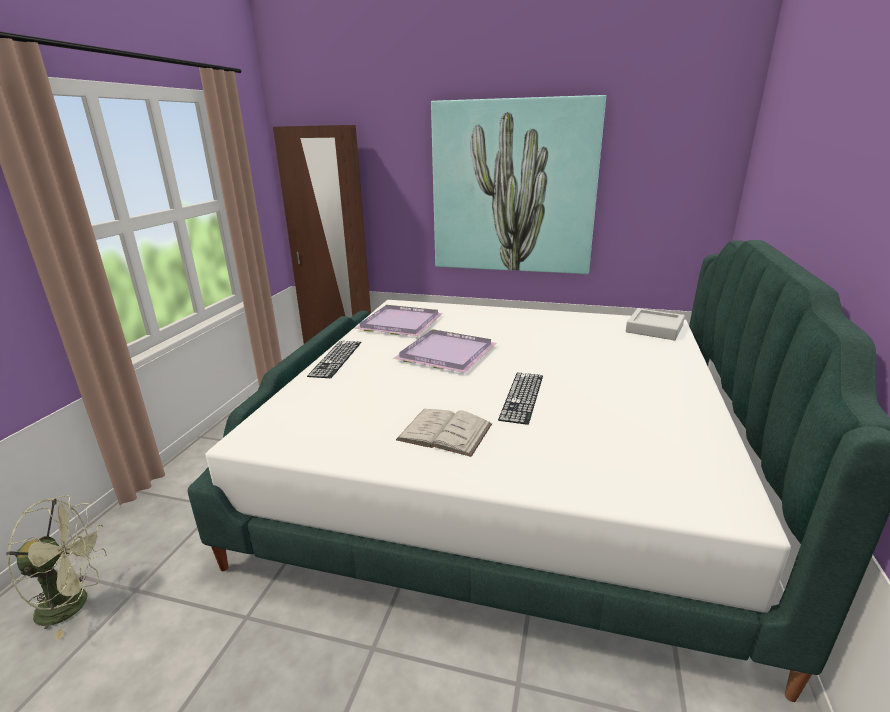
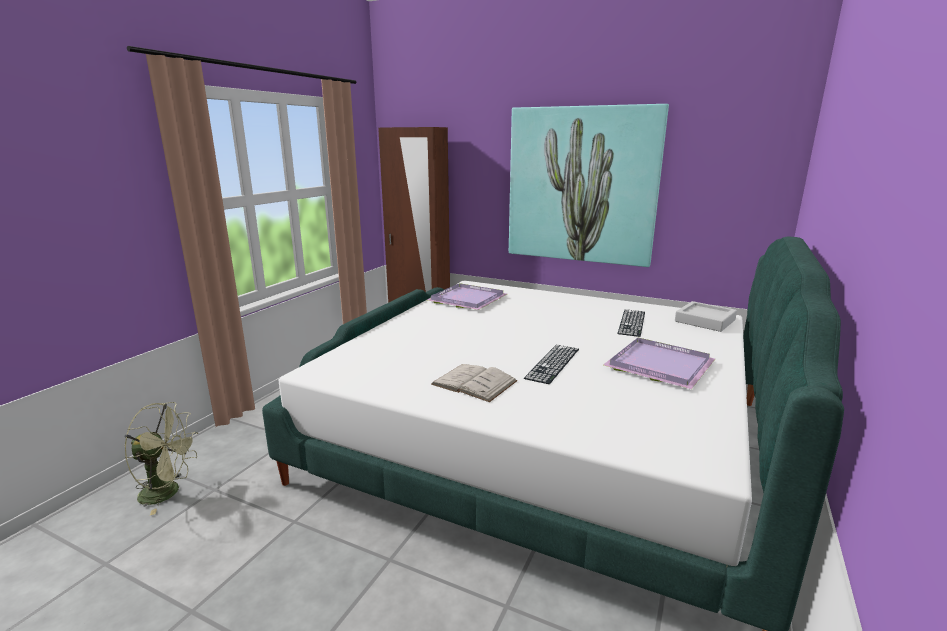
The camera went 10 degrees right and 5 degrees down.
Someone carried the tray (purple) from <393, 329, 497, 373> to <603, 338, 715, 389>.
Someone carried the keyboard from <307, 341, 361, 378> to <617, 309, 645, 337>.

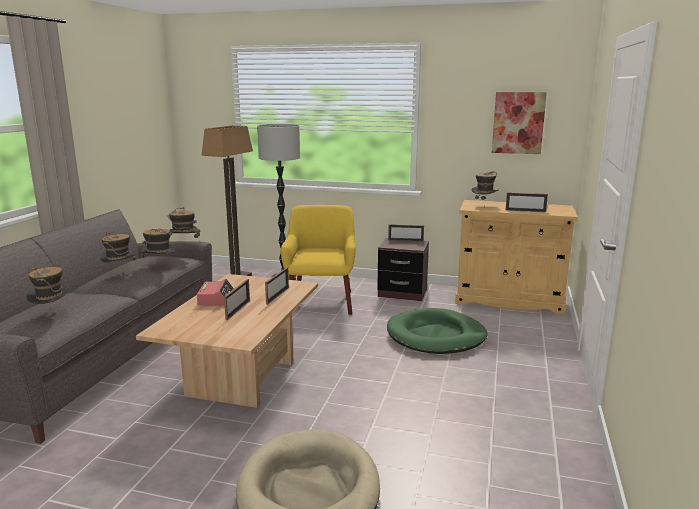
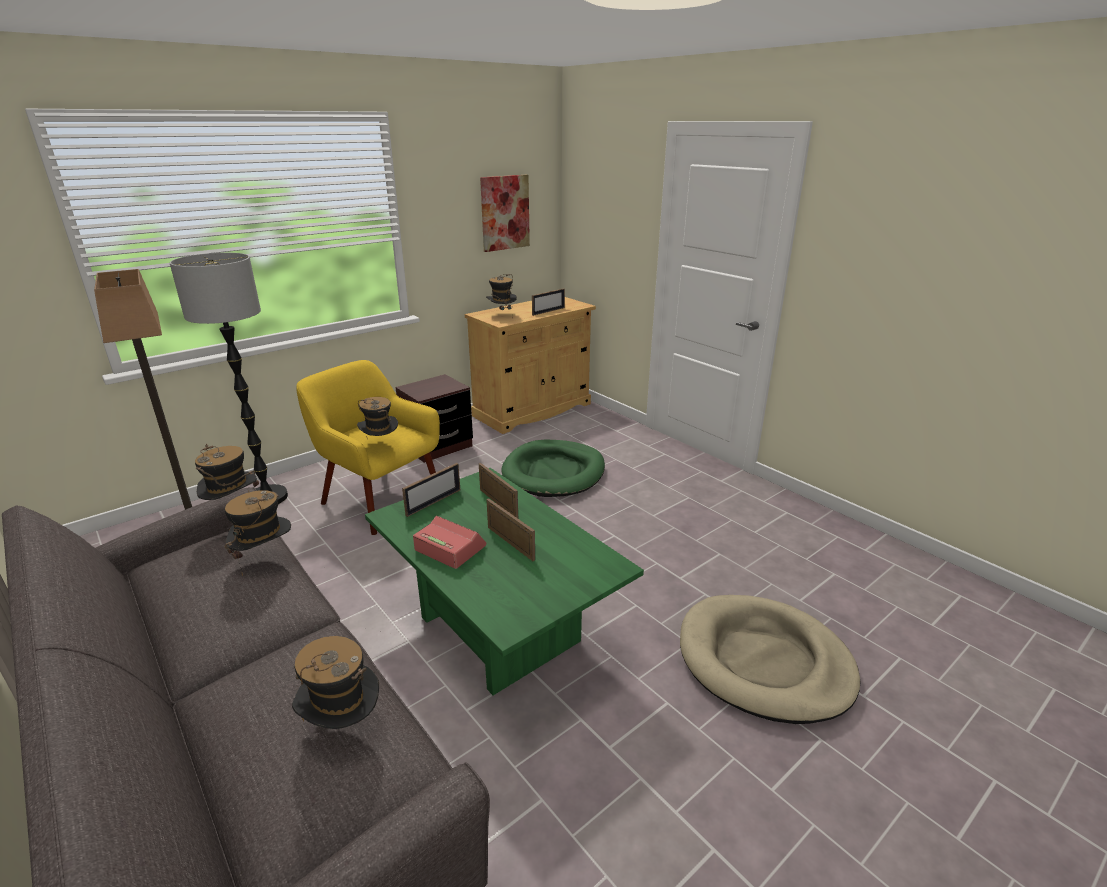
The camera went 55 degrees left and 10 degrees up.
Someone carried the picture frame from <388, 224, 424, 242> to <402, 463, 460, 517>.
Someone carried the hat from <100, 232, 136, 268> to <357, 397, 398, 440>.
Someone repainted the coffee table (beige) at <136, 274, 318, 408>, which became the coffee table (green) at <365, 468, 644, 695>.

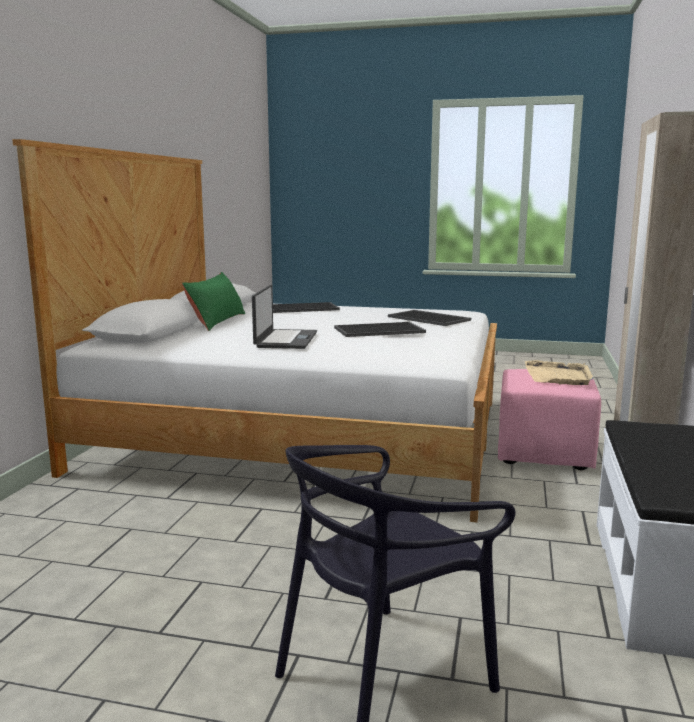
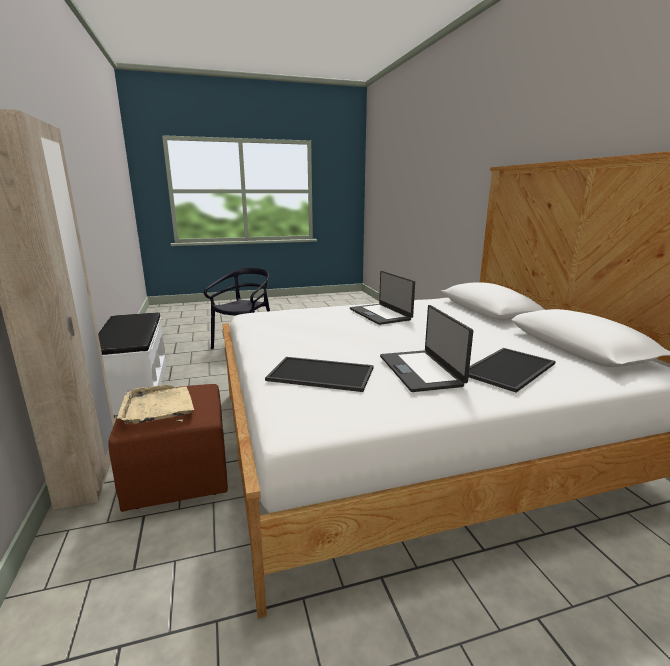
The camera went 150 degrees right and 5 degrees up.
Someone took away the pillow (green) at <182, 272, 245, 331>.
Someone took away the tray at <334, 322, 426, 337>.
Someone repainted the ottoman (pink) at <498, 369, 601, 470>, which became the ottoman (brown) at <108, 384, 228, 512>.
Someone put down the laptop at <380, 305, 473, 392>.

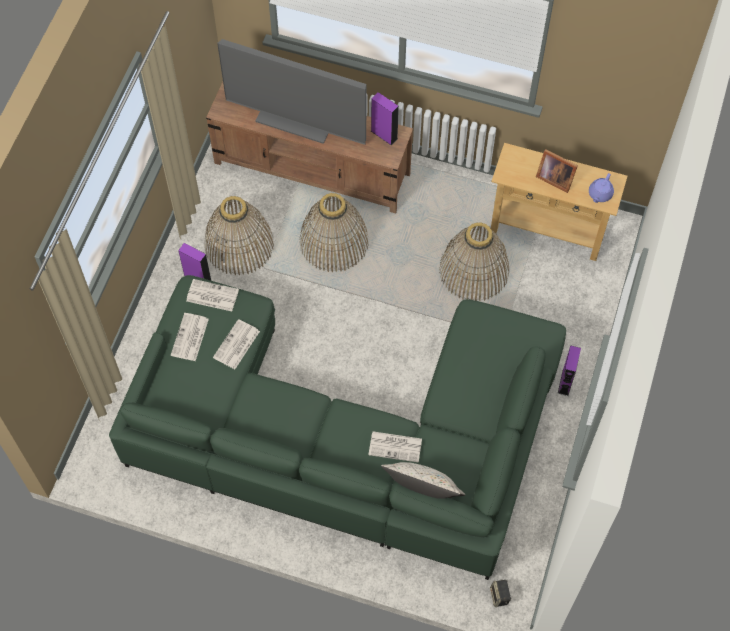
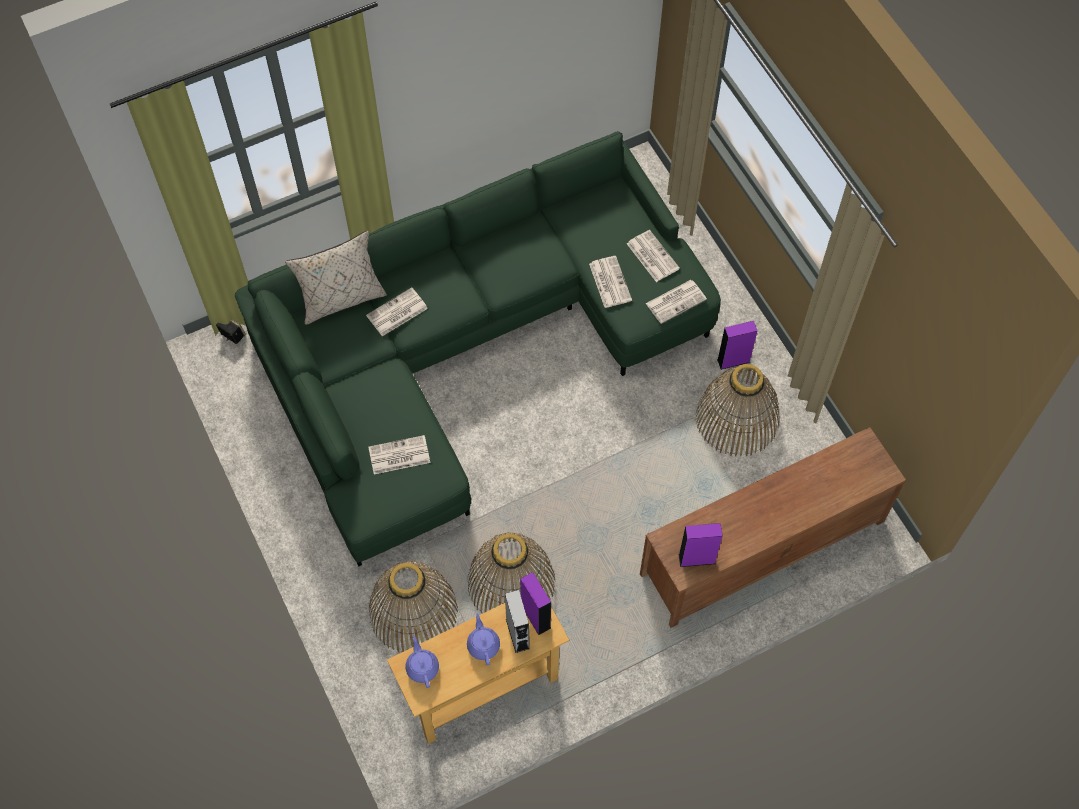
The camera went 135 degrees right and 0 degrees up.
Someone took away the television at <217, 39, 366, 145>.
Someone swapped the picture frame at <536, 149, 578, 193> for the teapot (purple) at <467, 613, 500, 666>.
Someone carried the basket from <299, 193, 368, 272> to <369, 561, 458, 652>.
Someone carried the speaker (purple) from <558, 345, 581, 396> to <520, 572, 551, 635>.
Someone put down the newspaper at <369, 435, 430, 474>.
Someone put down the speaker (grey) at <505, 590, 530, 653>.

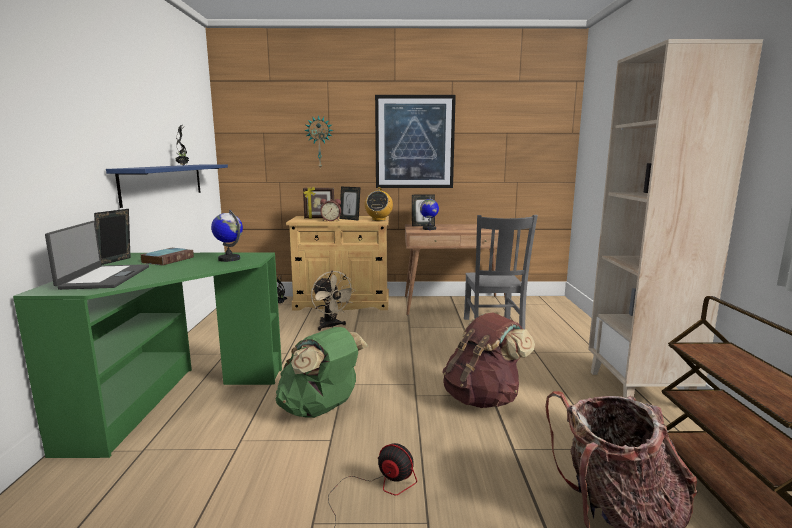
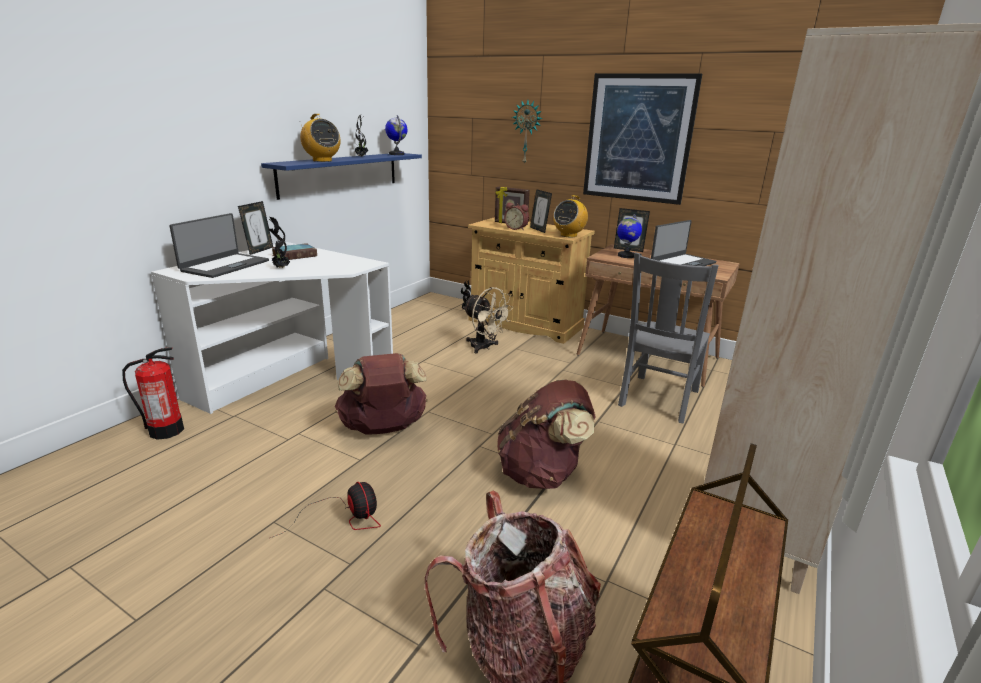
The camera went 30 degrees right and 10 degrees up.
Someone rotated the picture frame at <94, 209, 131, 265> by 150 degrees clockwise.
Someone carried the globe from <211, 210, 243, 262> to <385, 115, 407, 155>.
Someone repainted the desk (green) at <13, 253, 282, 458>, which became the desk (white) at <151, 242, 393, 414>.
Someone rotated the fan (beige) at <311, 271, 356, 331> by 45 degrees counterclockwise.
Someone repainted the backpack (green) at <275, 327, 368, 418>, which became the backpack (brown) at <335, 353, 427, 435>.
Someone put down the radio at <300, 114, 340, 162>.
Someone put down the potted plant at <269, 217, 290, 268>.
Someone put down the laptop at <651, 220, 716, 266>.
Someone put down the fire extinguisher at <122, 347, 184, 440>.

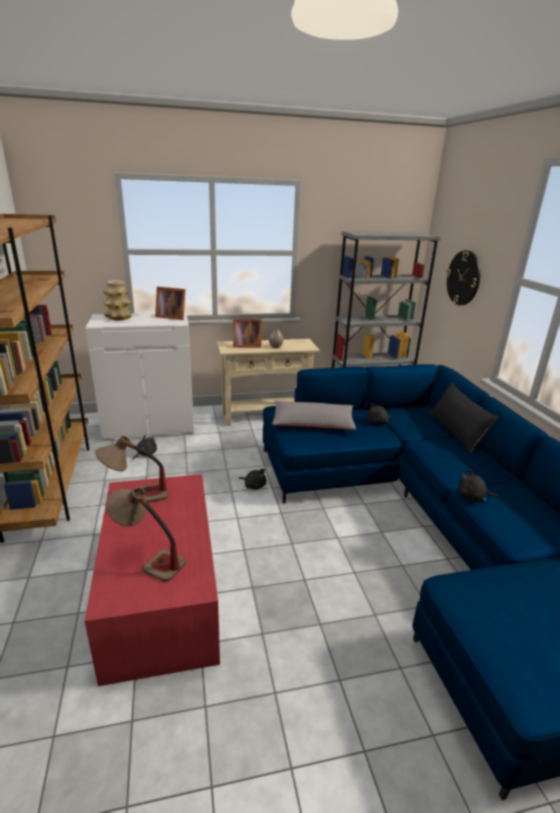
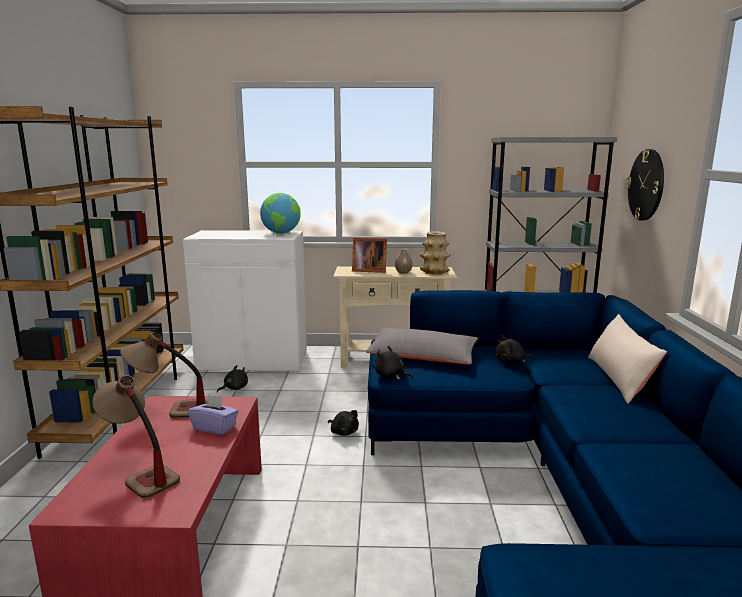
The camera went 15 degrees right and 10 degrees down.
Someone carried the vase from <103, 280, 132, 320> to <420, 231, 450, 275>.
Someone swapped the picture frame at <155, 286, 186, 320> for the globe at <260, 193, 301, 234>.
Someone repainted the pillow (black) at <429, 383, 498, 453>, which became the pillow (beige) at <588, 314, 667, 404>.
Someone carried the plush toy (black) from <458, 469, 499, 501> to <374, 346, 414, 380>.
Someone put down the tissue box (purple) at <188, 395, 239, 435>.

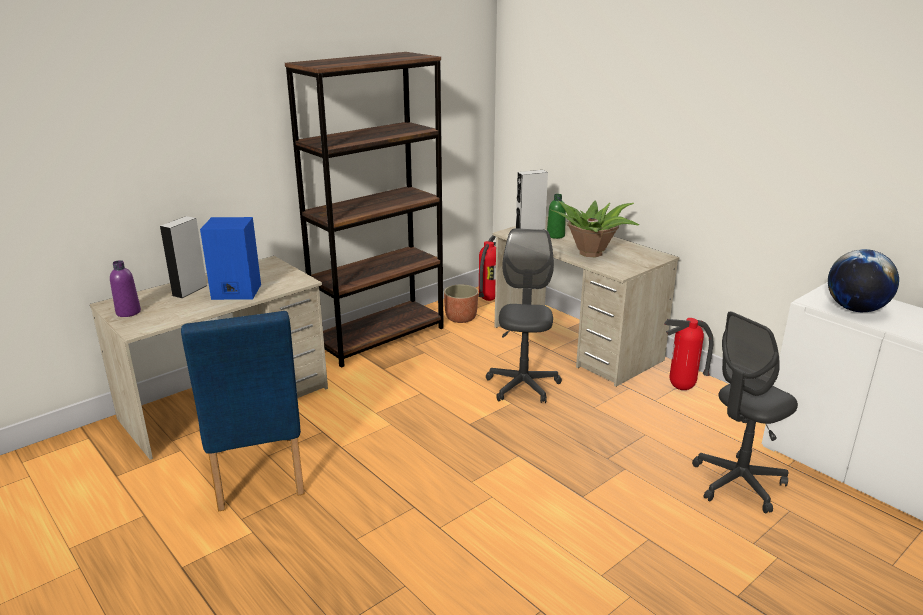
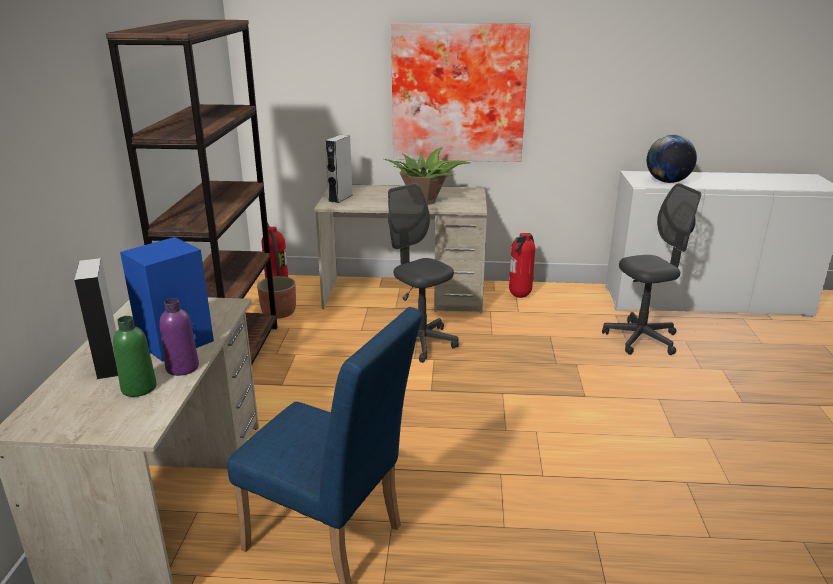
The camera went 45 degrees left and 0 degrees up.
Someone carried the bottle (green) from <547, 194, 566, 239> to <113, 316, 157, 397>.
Someone carried the bottle (purple) from <110, 260, 141, 317> to <159, 298, 199, 376>.
Someone rotated the office chair (grey) at <692, 311, 798, 513> by 120 degrees counterclockwise.
Someone put up the picture at <391, 23, 530, 162>.

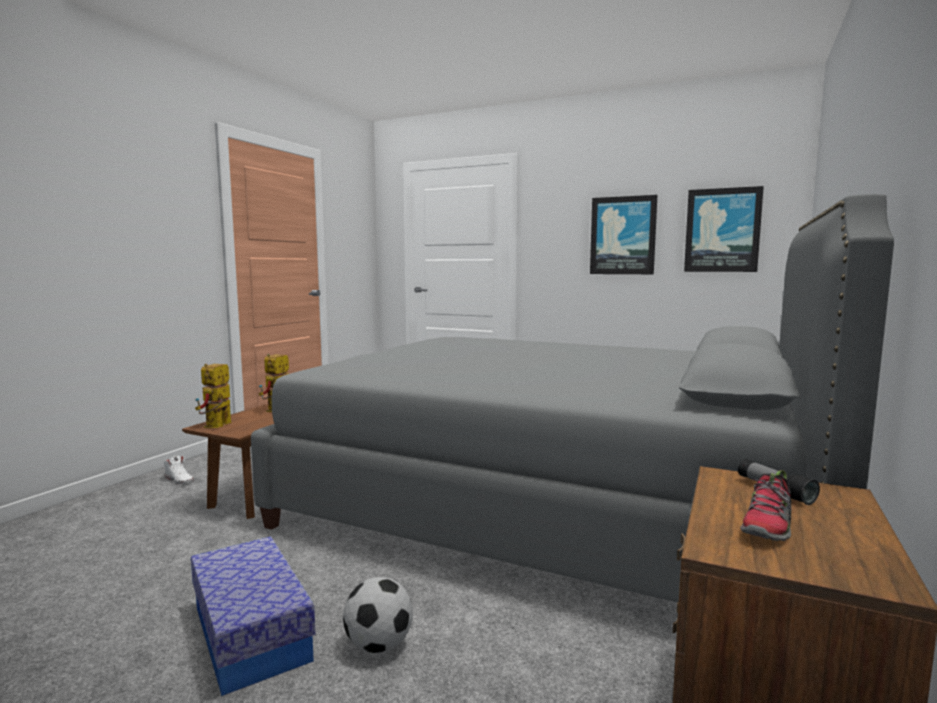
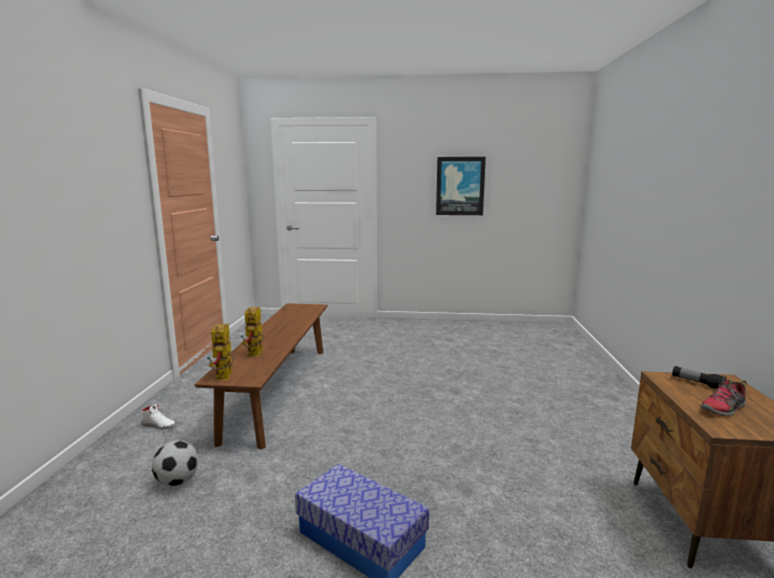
The camera went 20 degrees left and 5 degrees up.
Someone took away the picture at <684, 186, 764, 272>.
Someone took away the bed (grey) at <251, 194, 894, 603>.
Someone rotated the shoe at <740, 470, 791, 541> by 45 degrees clockwise.
Someone carried the football from <343, 577, 413, 653> to <152, 441, 199, 486>.

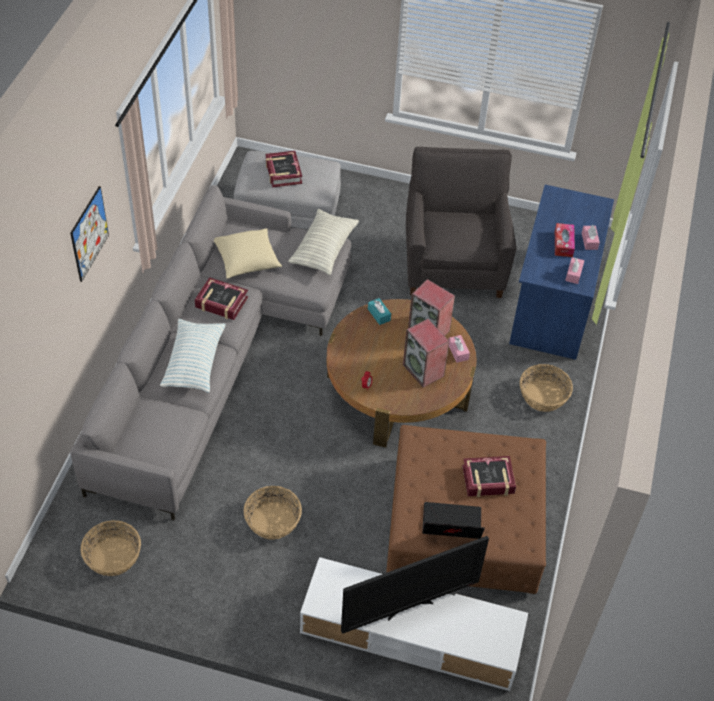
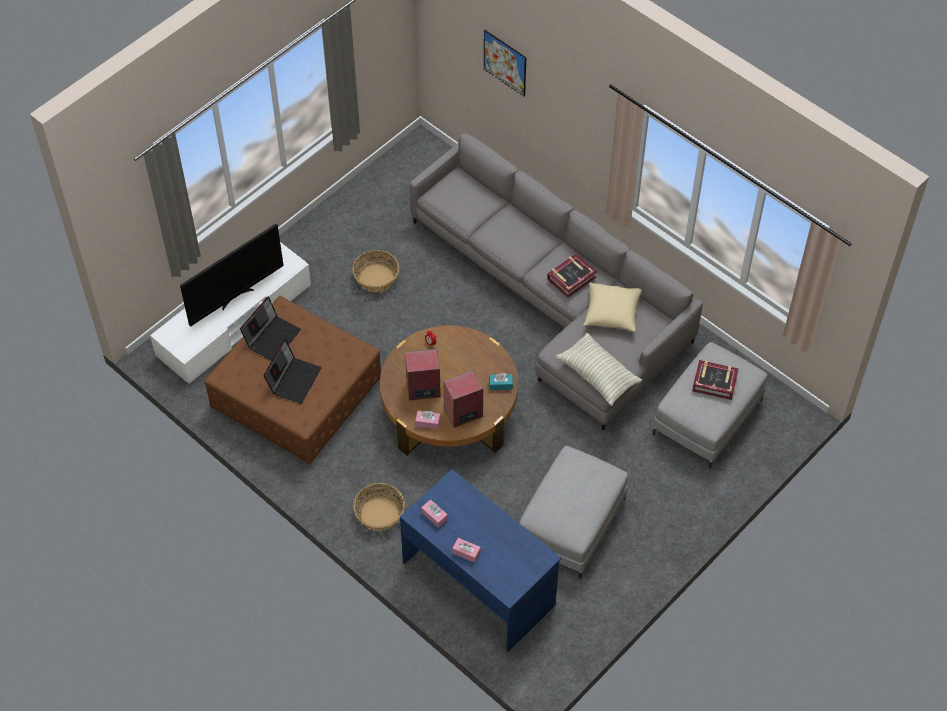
The camera went 120 degrees right and 5 degrees up.
Someone swapped the armchair (grey) at <406, 147, 516, 298> for the ottoman (grey) at <519, 446, 628, 579>.
Someone carried the picture from <70, 186, 109, 282> to <484, 30, 526, 97>.
Someone took away the tissue box at <555, 223, 575, 257>.
Someone took away the pillow at <160, 319, 225, 393>.
Someone swapped the book at <462, 456, 516, 497> for the laptop at <264, 339, 321, 404>.
Someone took away the basket at <80, 520, 141, 576>.
Someone rotated the television at <341, 536, 489, 634> by 135 degrees counterclockwise.

